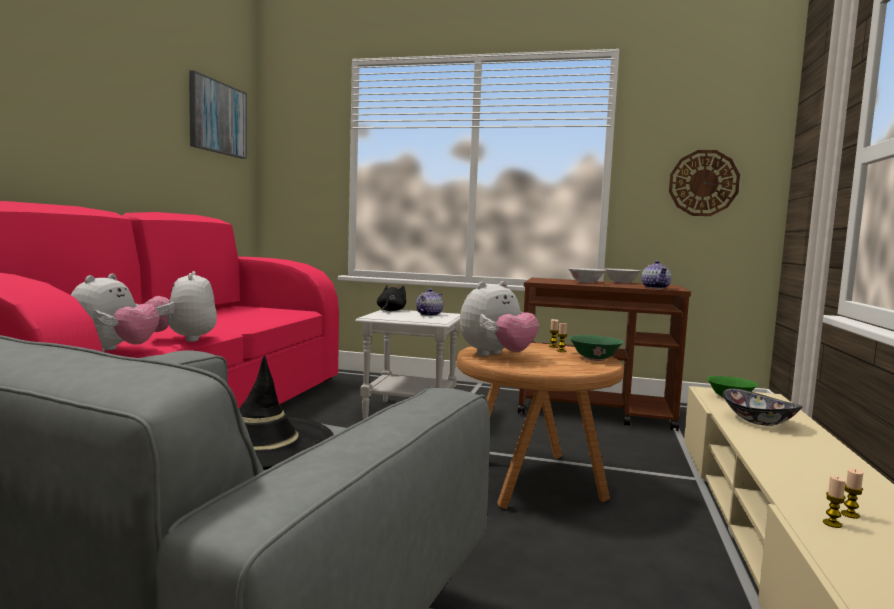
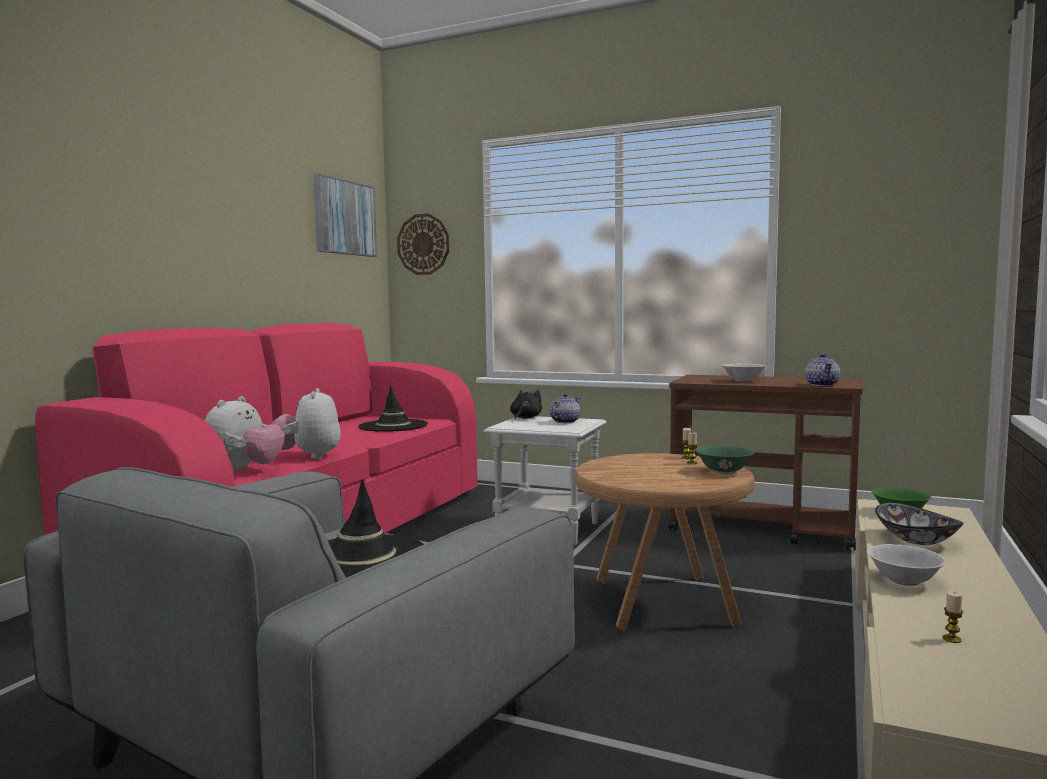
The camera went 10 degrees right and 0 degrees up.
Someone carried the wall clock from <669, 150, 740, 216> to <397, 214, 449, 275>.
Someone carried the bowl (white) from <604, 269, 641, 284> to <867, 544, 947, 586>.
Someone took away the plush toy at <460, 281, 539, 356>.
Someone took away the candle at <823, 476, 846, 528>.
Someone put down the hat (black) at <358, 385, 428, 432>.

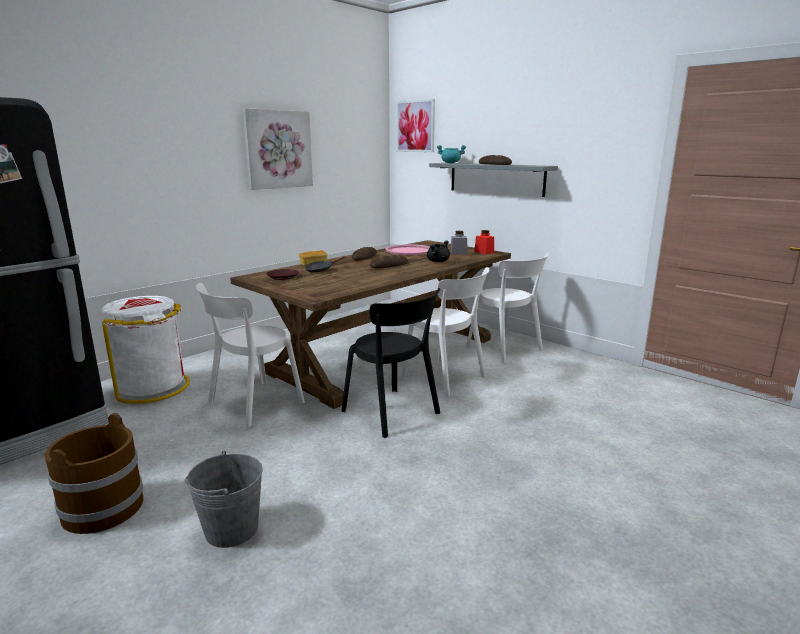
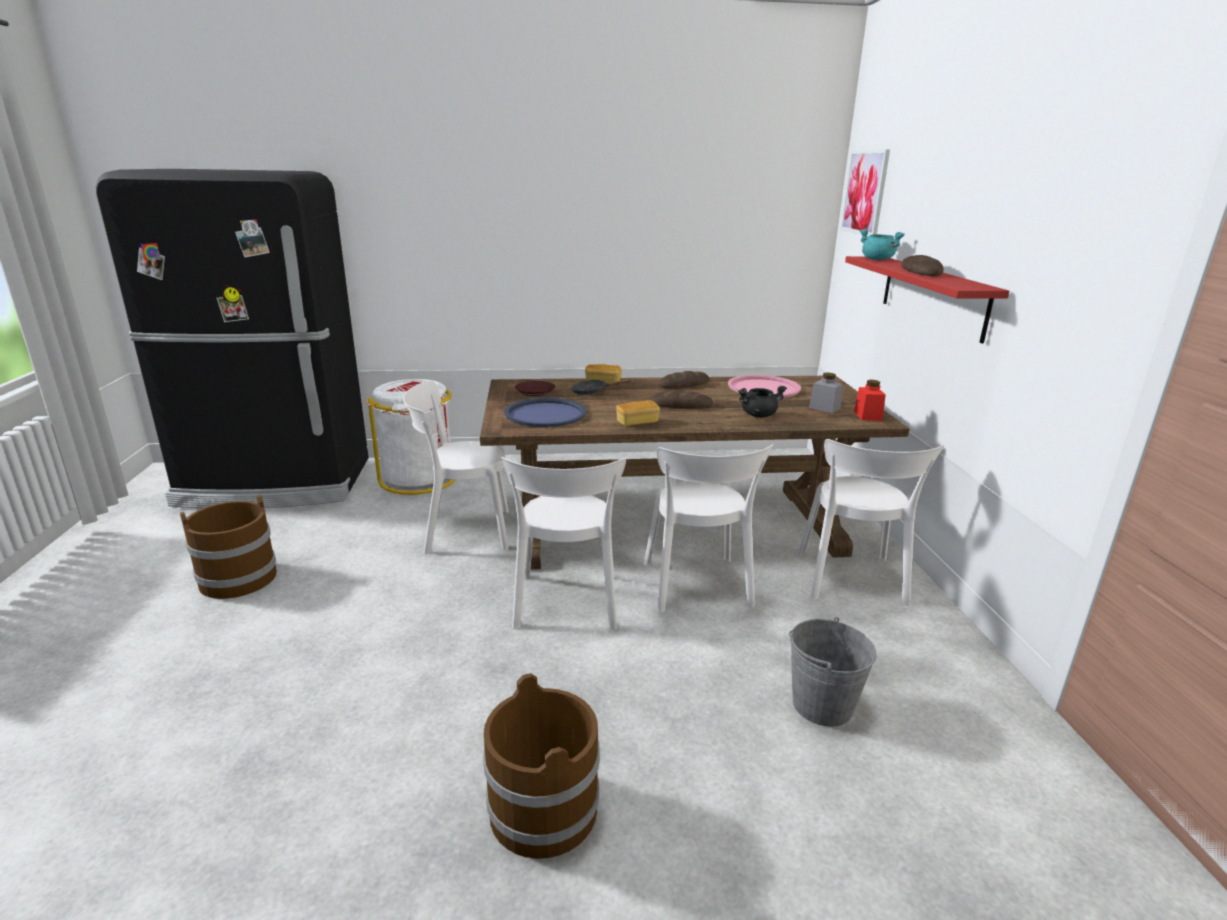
The camera went 40 degrees right and 5 degrees up.
Someone took away the picture at <243, 108, 313, 190>.
Someone repainted the shelf (grey) at <429, 163, 558, 197>, which became the shelf (red) at <845, 256, 1009, 343>.
Someone repainted the chair (black) at <341, 288, 440, 438>, which became the chair (white) at <501, 457, 626, 629>.
Someone carried the bucket (grey) from <185, 451, 263, 548> to <789, 617, 877, 727>.
Someone put down the tray (blue) at <504, 398, 586, 427>.
Someone put down the bread at <616, 400, 660, 426>.
Someone put down the bucket (brown) at <483, 673, 600, 859>.

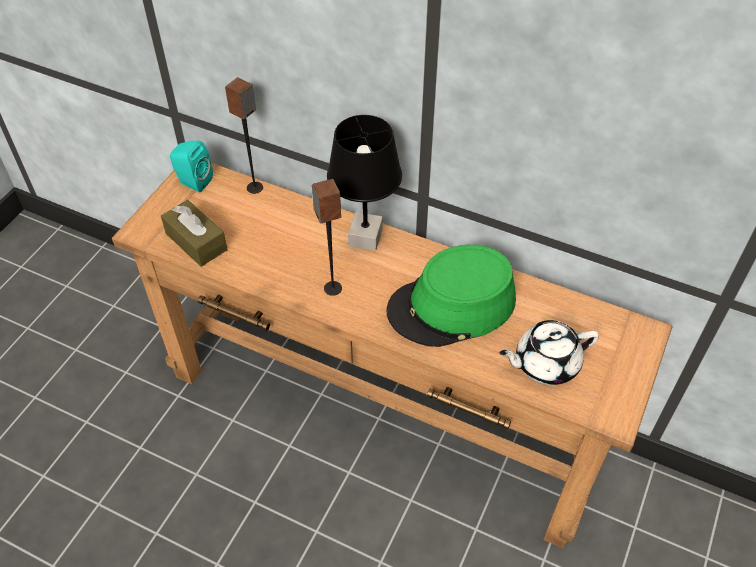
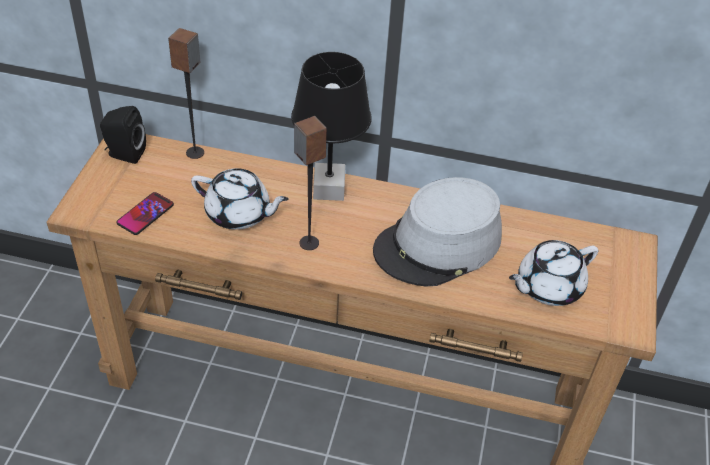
The camera went 15 degrees left and 5 degrees down.
Someone repainted the speaker (turquoise) at <170, 141, 213, 192>, which became the speaker (black) at <100, 106, 146, 164>.
Someone swapped the tissue box (brown) at <161, 200, 228, 267> for the phone at <116, 192, 174, 235>.
Someone repainted the hat (green) at <386, 245, 516, 347>, which became the hat (grey) at <373, 177, 502, 286>.
Someone put down the teapot (white) at <191, 168, 289, 230>.

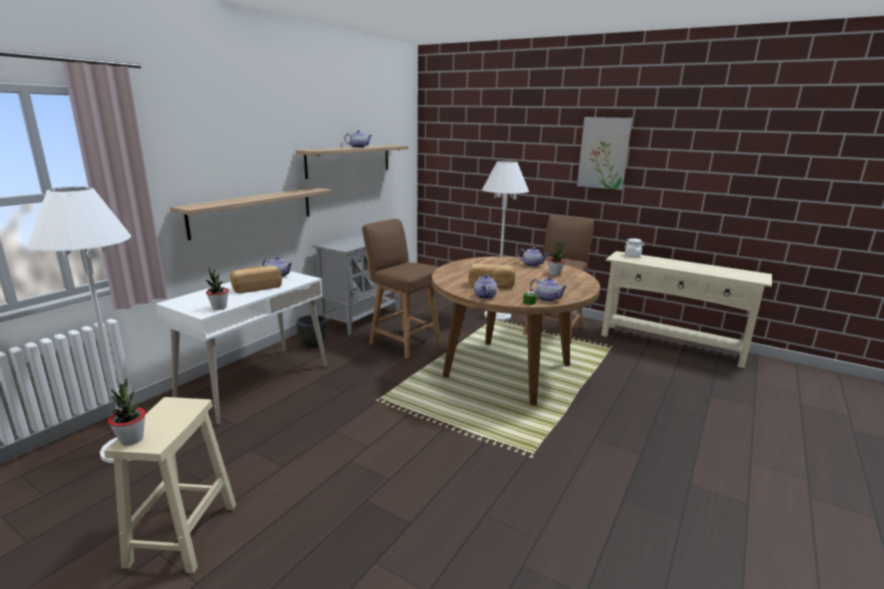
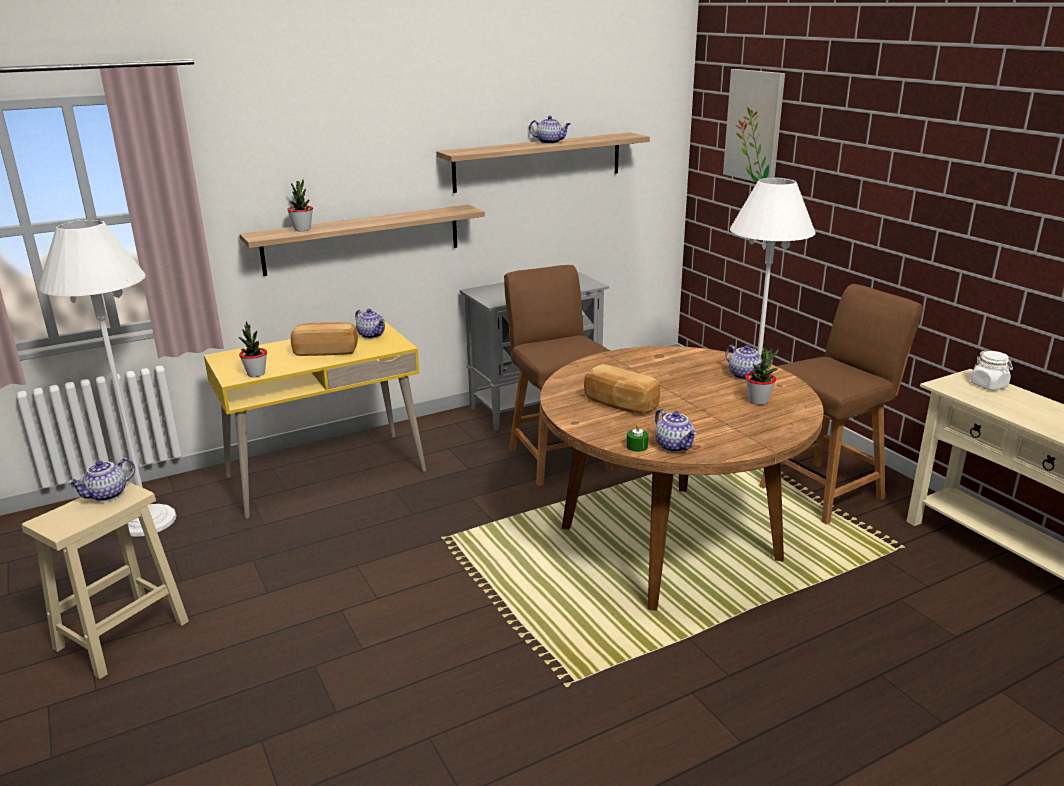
The camera went 30 degrees right and 5 degrees up.
Someone carried the picture from <577, 117, 632, 190> to <723, 69, 785, 182>.
Someone repainted the desk (white) at <156, 271, 327, 425>, which became the desk (yellow) at <204, 322, 426, 519>.
Someone carried the teapot from <474, 275, 497, 299> to <68, 458, 135, 502>.
Someone took away the planter (black) at <296, 315, 327, 348>.
Someone carried the potted plant from <108, 378, 146, 446> to <287, 180, 313, 231>.

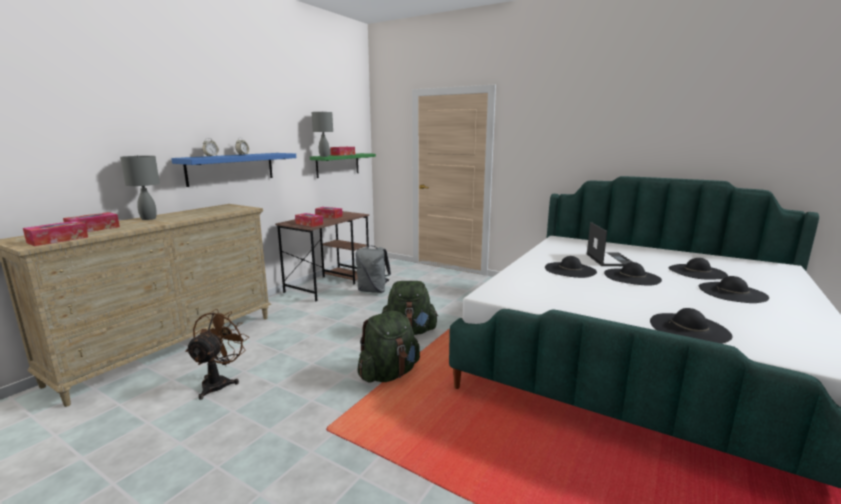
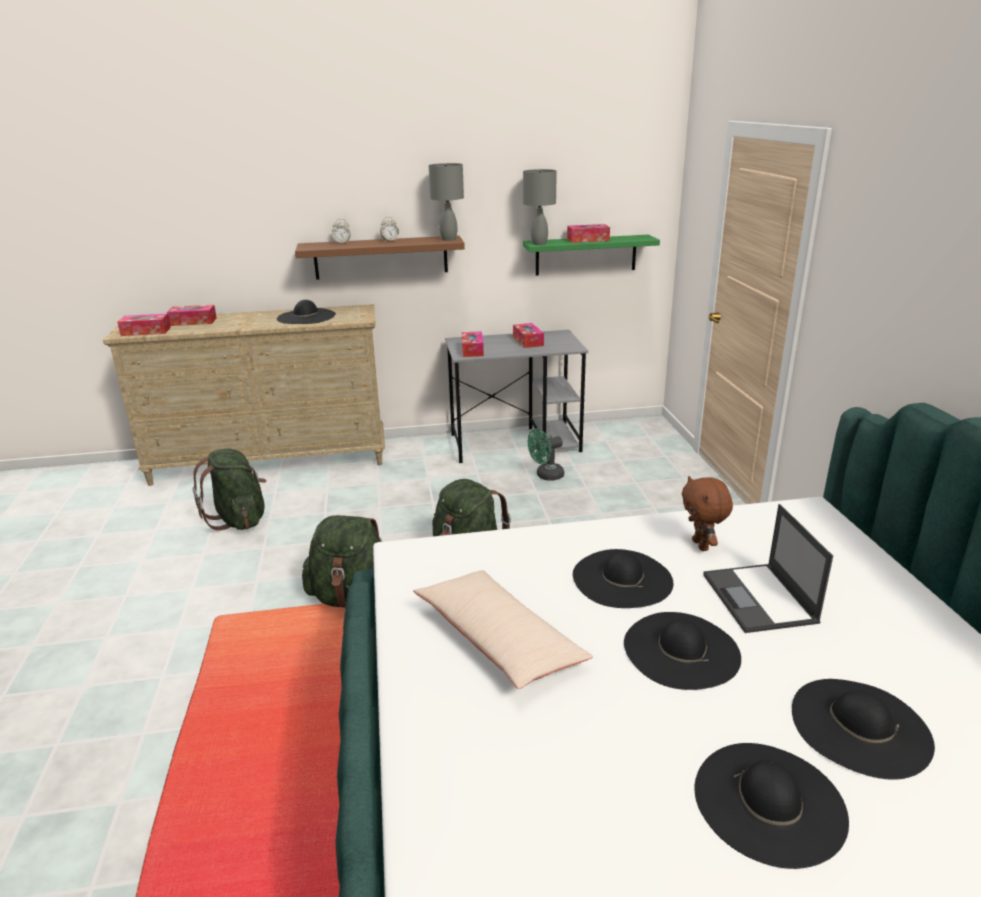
The camera went 50 degrees right and 10 degrees up.
Someone repainted the shelf (blue) at <171, 153, 296, 187>, which became the shelf (brown) at <295, 235, 465, 280>.
Someone carried the table lamp (grey) from <120, 155, 160, 220> to <429, 163, 464, 241>.
Someone repainted the desk (brown) at <275, 211, 369, 302>, which became the desk (grey) at <445, 330, 588, 463>.
Someone rotated the laptop at <586, 222, 633, 266> by 120 degrees clockwise.
Someone swapped the backpack (grey) at <355, 246, 391, 293> for the fan (green) at <528, 429, 564, 481>.
Someone carried the hat (black) from <650, 308, 732, 344> to <277, 300, 336, 324>.
Someone swapped the fan (brown) at <185, 309, 249, 400> for the backpack (green) at <192, 449, 266, 531>.
Someone put down the plush toy (brown) at <682, 476, 733, 551>.
Someone put down the pillow (beige) at <413, 570, 593, 689>.

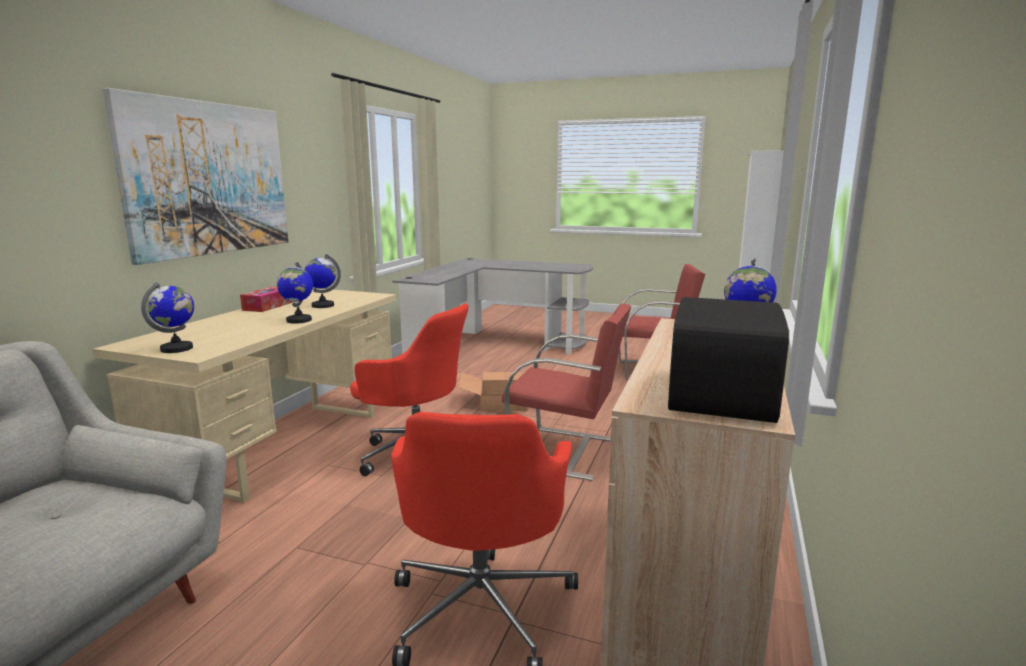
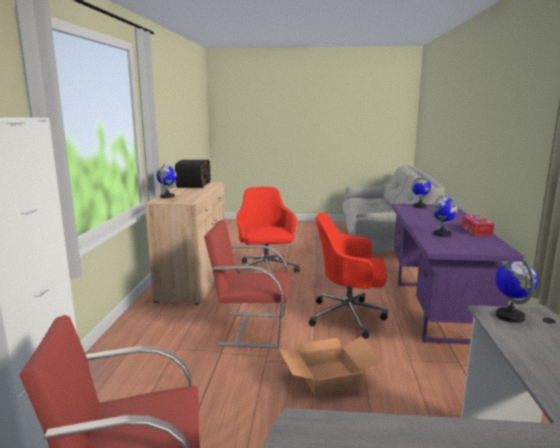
The camera went 165 degrees right and 0 degrees up.
Someone took away the picture at <103, 88, 288, 265>.
Someone carried the globe from <277, 262, 313, 324> to <495, 260, 538, 323>.
Someone repainted the desk (beige) at <93, 288, 396, 503>, which became the desk (purple) at <391, 204, 524, 344>.

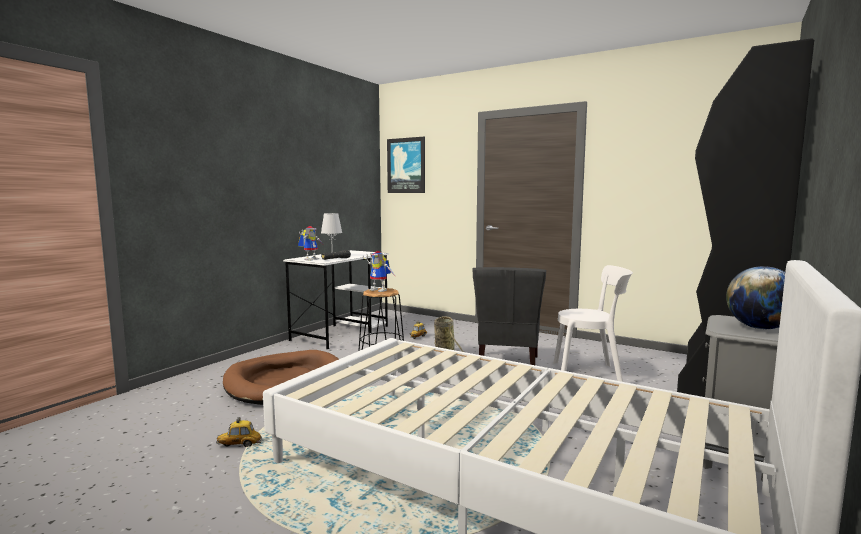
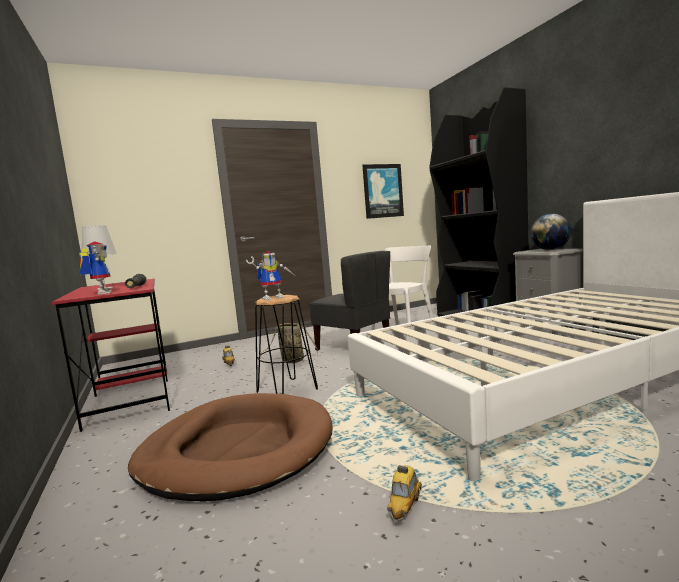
The camera went 55 degrees left and 0 degrees up.
Someone carried the picture from <387, 137, 425, 193> to <362, 164, 404, 219>.
Someone repainted the desk (white) at <283, 250, 389, 349>, which became the desk (red) at <51, 279, 170, 432>.

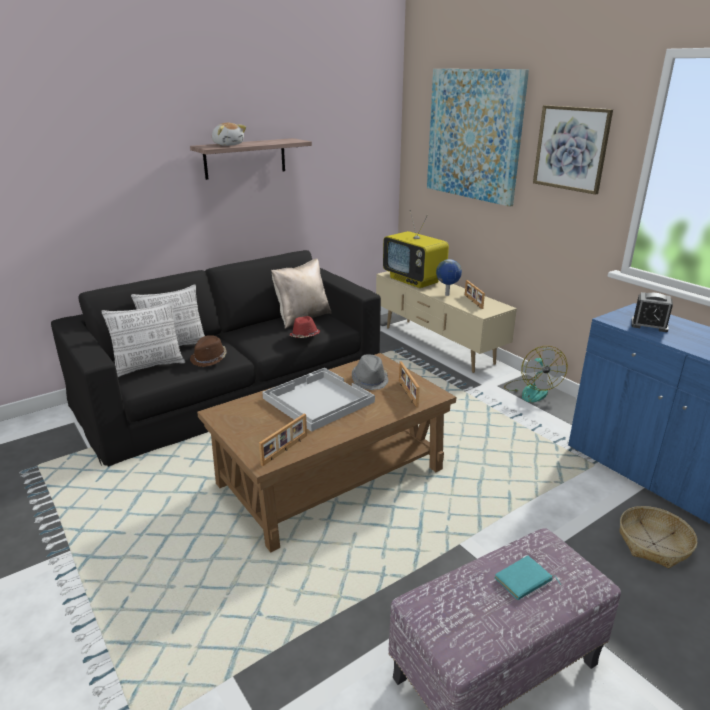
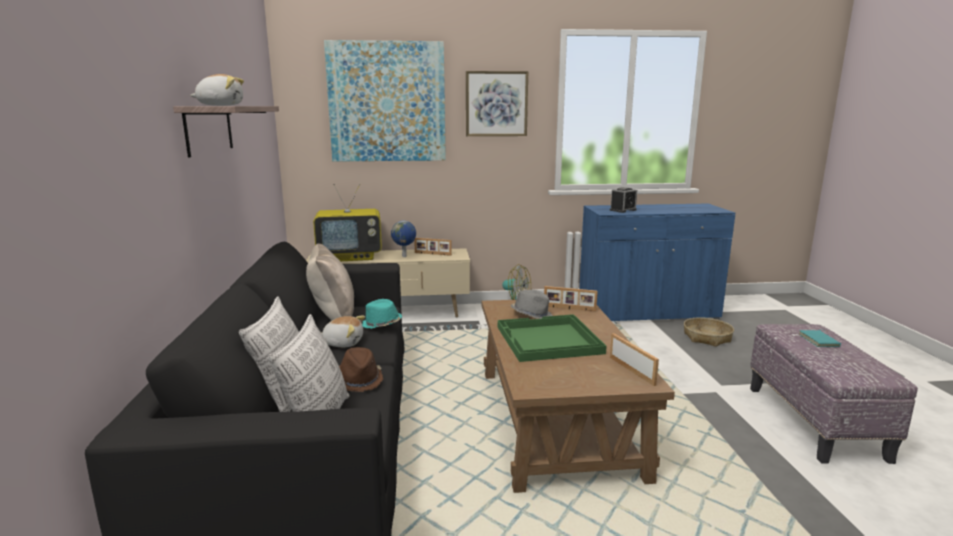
The camera went 60 degrees left and 10 degrees down.
Someone repainted the hat (red) at <289, 316, 320, 338>, which became the hat (turquoise) at <362, 299, 402, 329>.
Someone repainted the tray (white) at <262, 368, 375, 432>, which became the tray (green) at <498, 314, 607, 362>.
Someone put down the plush toy at <321, 316, 365, 347>.

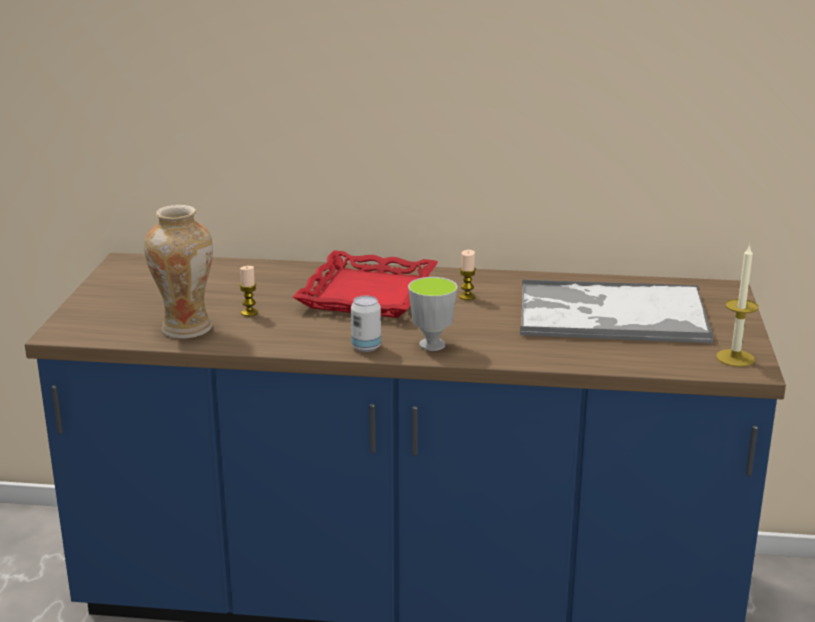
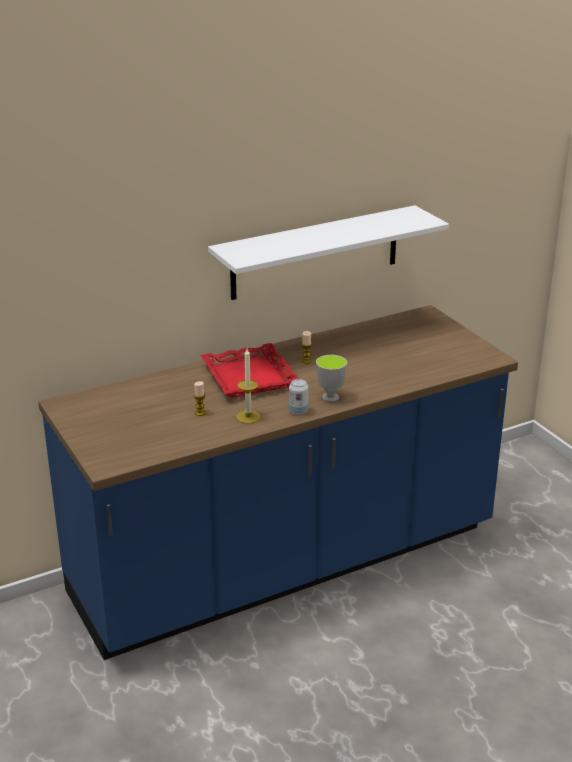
The camera went 35 degrees left and 5 degrees up.
Someone took away the vase at <144, 205, 213, 339>.
Someone carried the candle from <716, 244, 759, 367> to <236, 349, 260, 423>.
Someone took away the tray at <520, 279, 714, 343>.
Someone put up the shelf (white) at <208, 205, 449, 300>.

